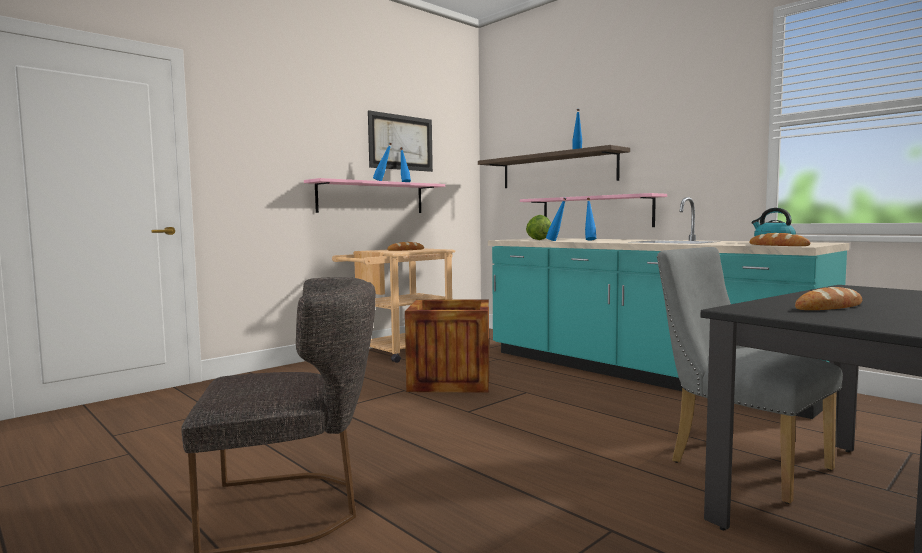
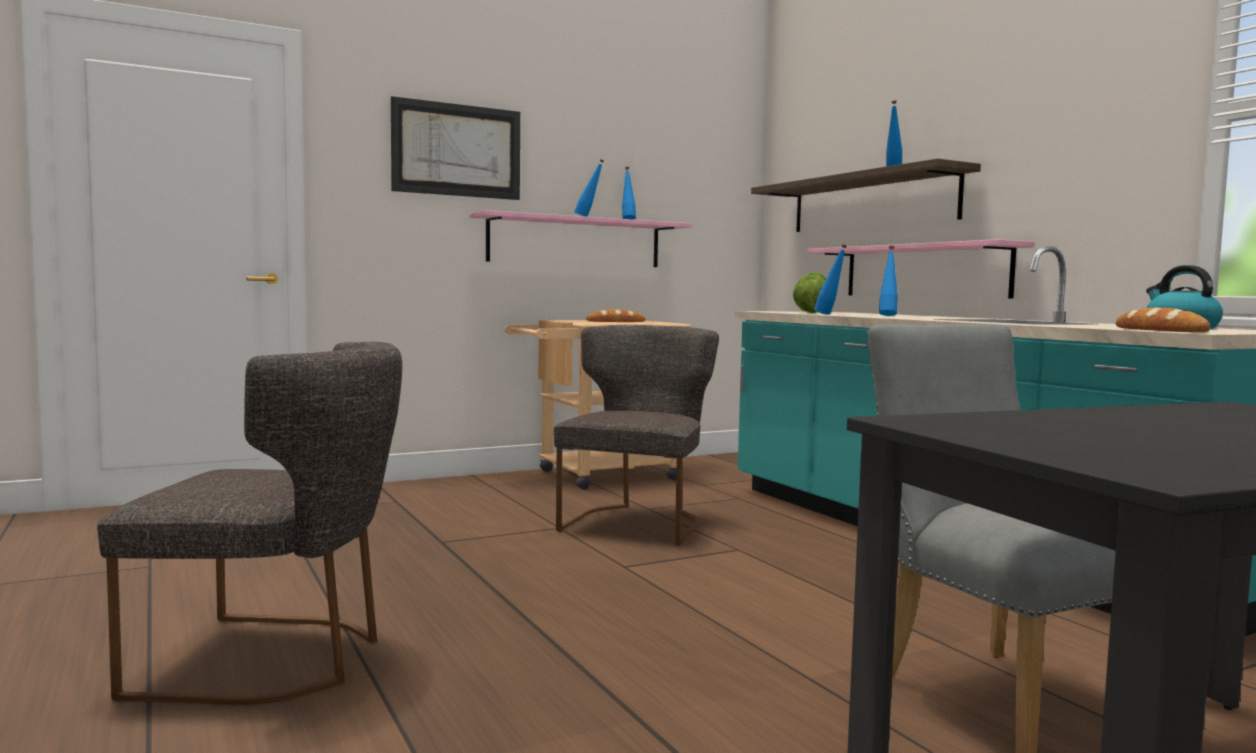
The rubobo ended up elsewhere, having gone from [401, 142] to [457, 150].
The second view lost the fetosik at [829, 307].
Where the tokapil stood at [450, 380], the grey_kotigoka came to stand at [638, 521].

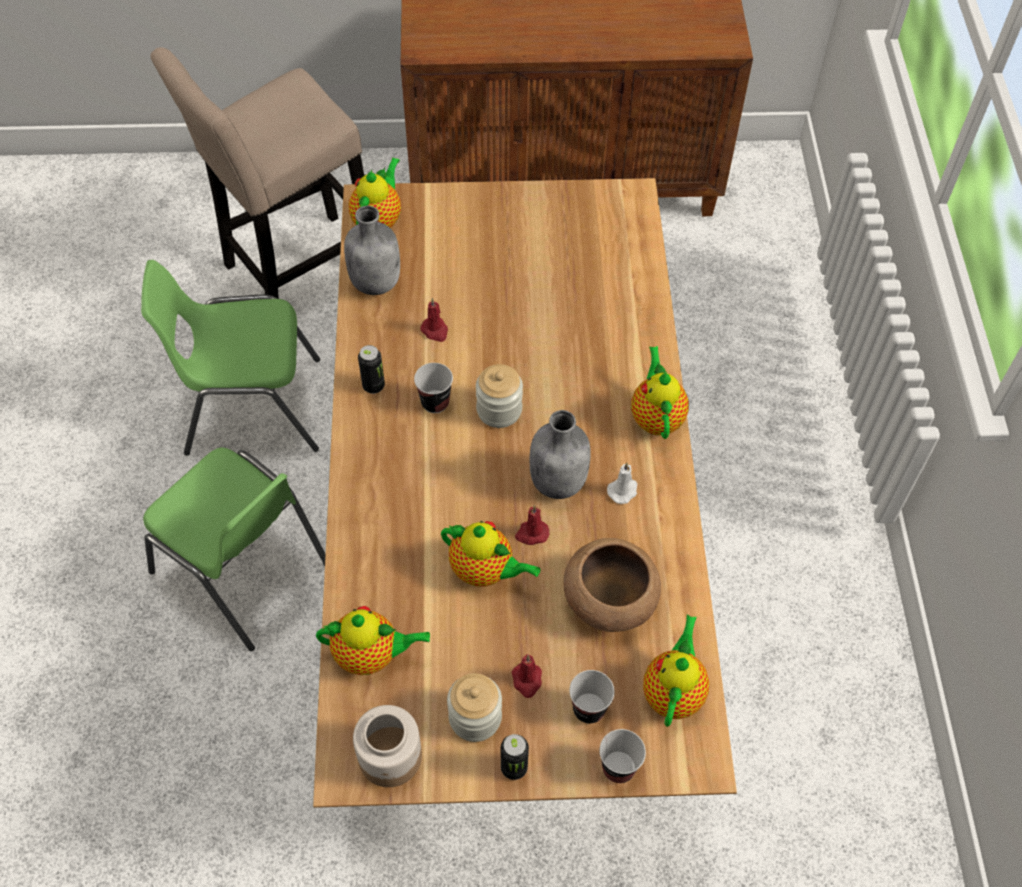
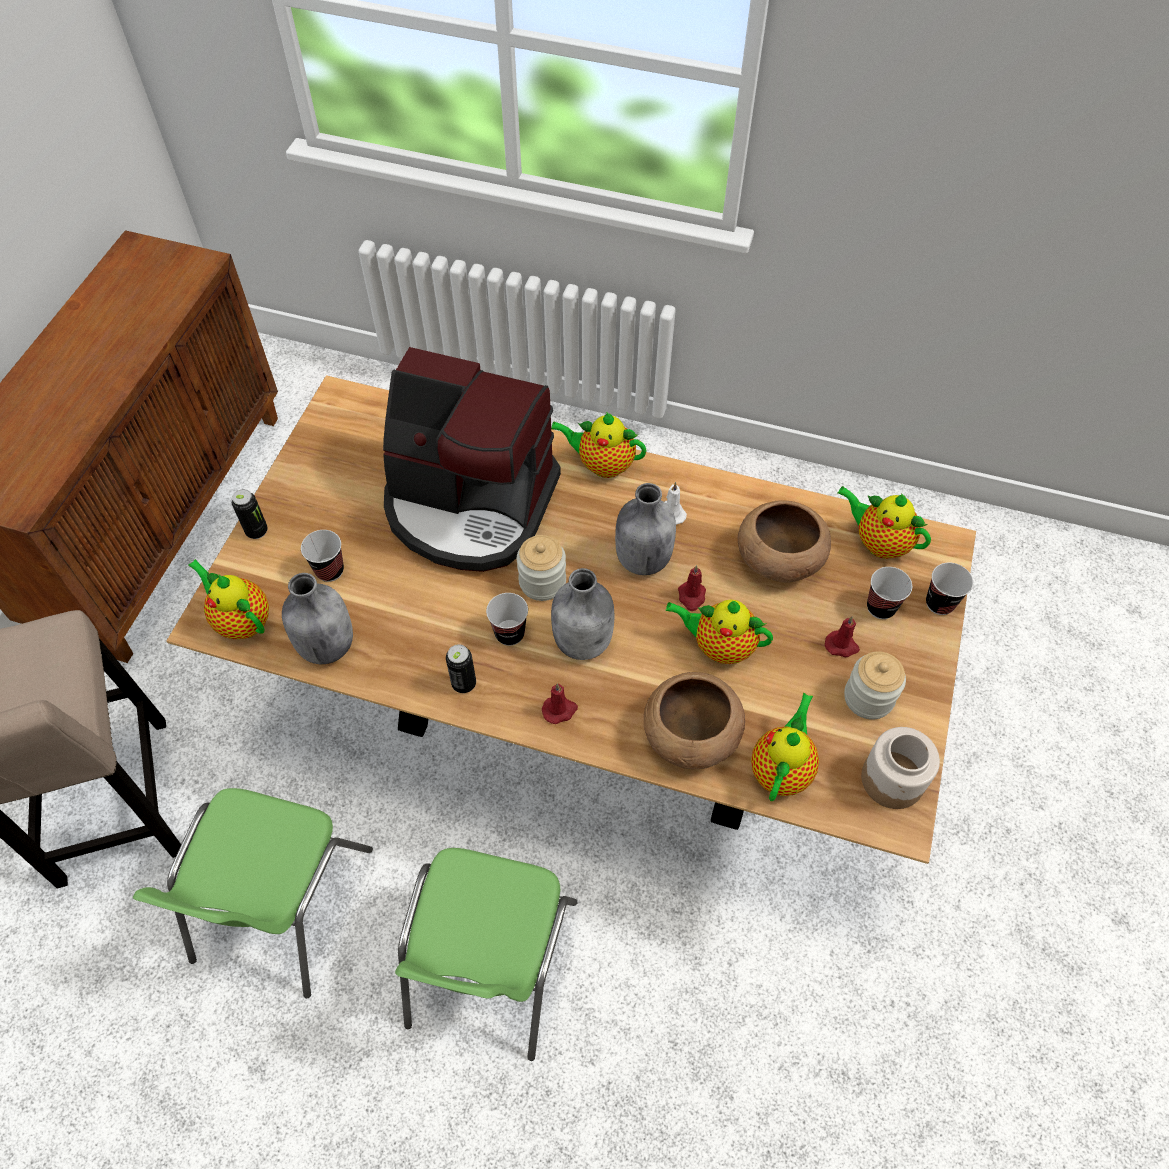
The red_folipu ended up elsewhere, having gone from [435, 331] to [560, 710].
The green_kotigoka at [244, 572] ended up facing another way, 135 degrees clockwise from before.
The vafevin at [485, 571] ended up facing another way, 120 degrees counterclockwise from before.
The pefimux ended up elsewhere, having gone from [514, 768] to [257, 531].
The second view gained the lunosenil at [470, 505].
The second view gained the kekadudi at [329, 570].
The second view gained the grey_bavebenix at [584, 641].
The second view gained the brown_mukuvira at [689, 735].

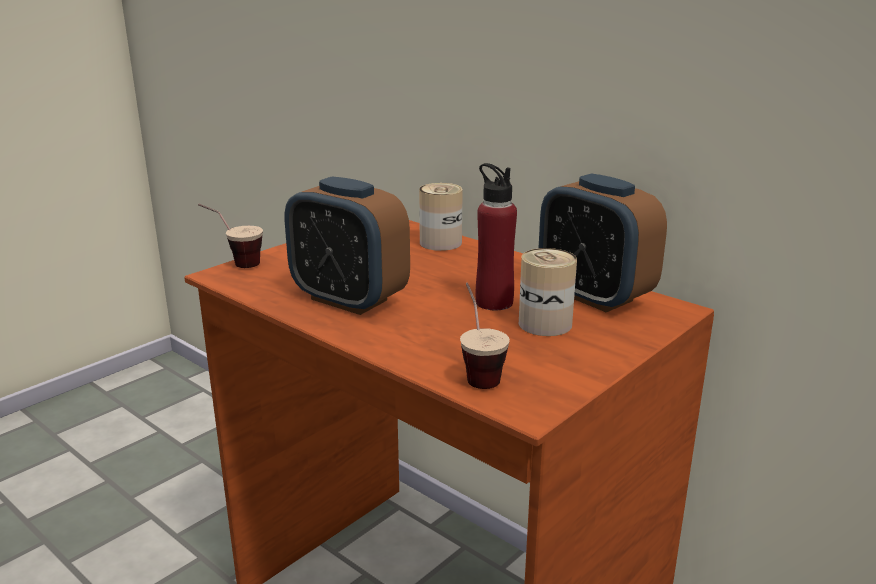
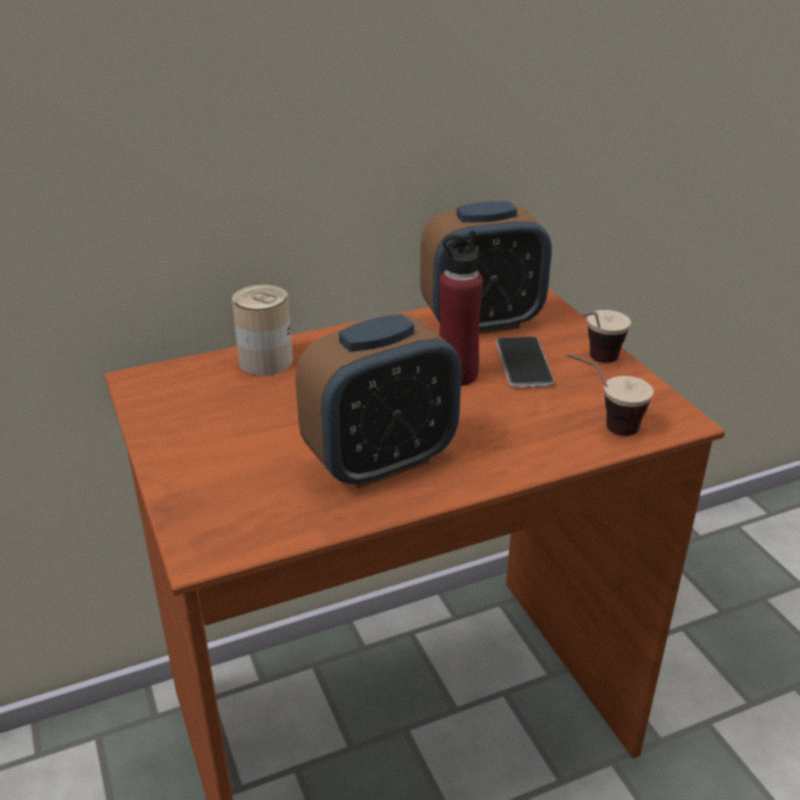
The kekadudi ended up elsewhere, having gone from [234, 263] to [595, 363].
Where the pefimux stood at [545, 324], the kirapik came to stand at [524, 363].

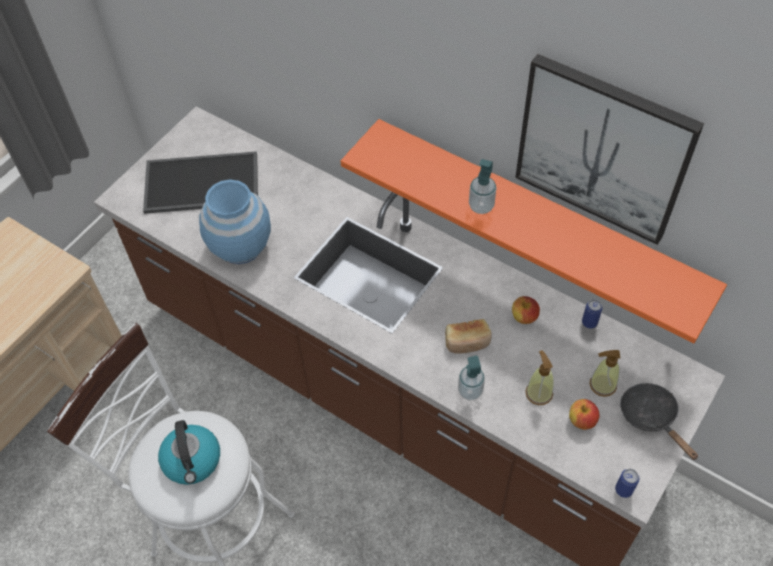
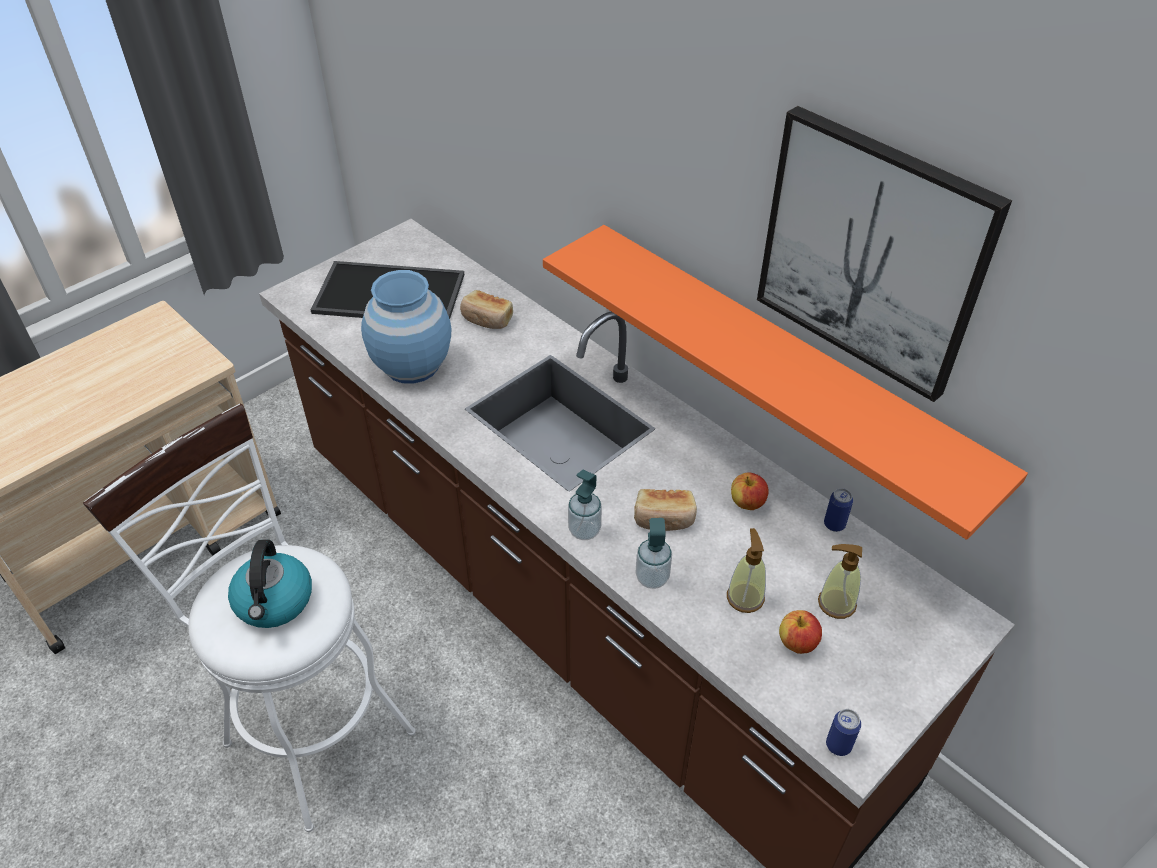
The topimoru ended up elsewhere, having gone from [481, 206] to [584, 530].
The second view lost the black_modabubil at [651, 417].
The second view gained the fetosik at [487, 319].

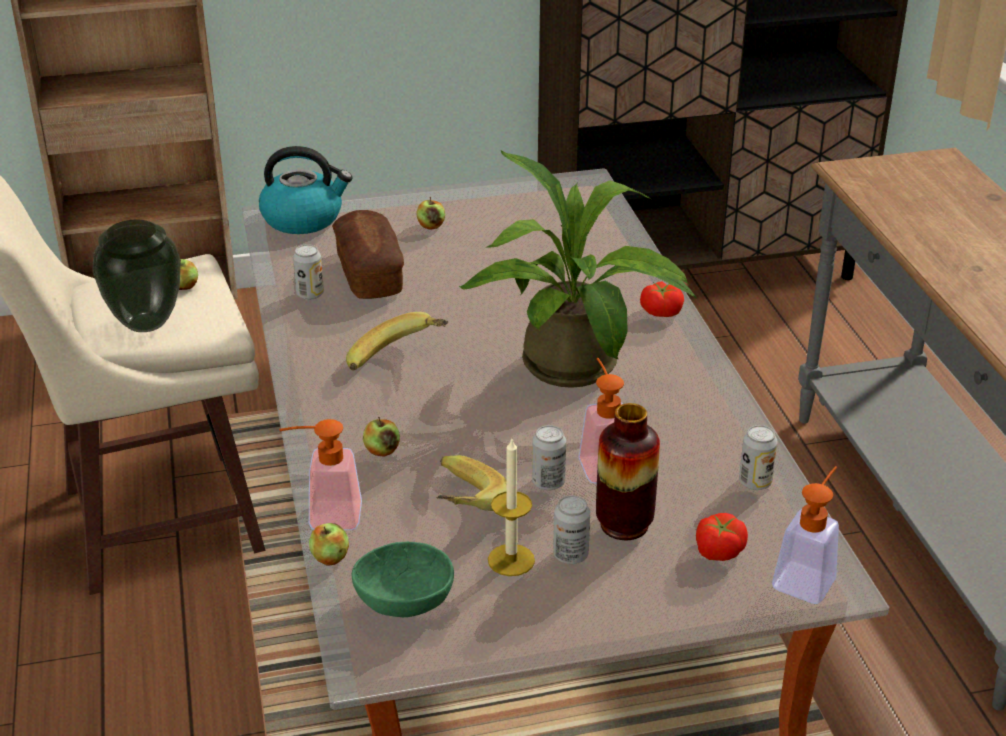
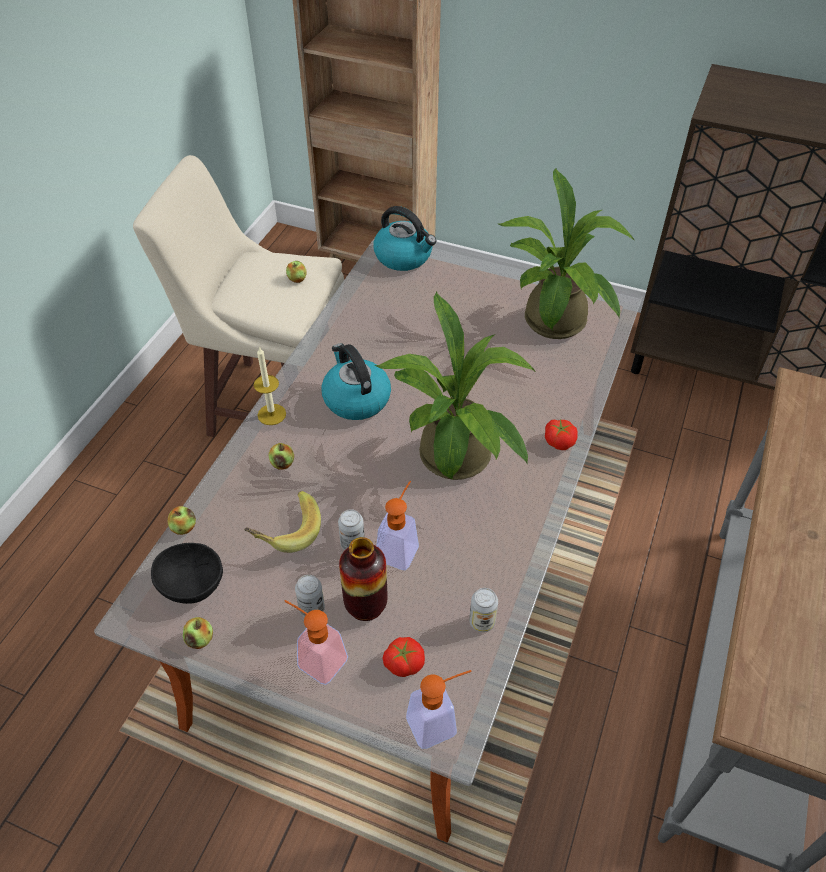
The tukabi ended up elsewhere, having gone from [431, 226] to [200, 639].
The second view lost the fetosik at [369, 273].
The second view lost the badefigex at [146, 324].
The second view lost the pefimux at [310, 294].
Where the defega stood at [399, 361], the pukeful came to stand at [355, 399].
The topimoru ended up elsewhere, having gone from [324, 516] to [316, 658].
The folipu ended up elsewhere, having gone from [511, 560] to [271, 414].
What was the green_mukuvira at [403, 600] turned into the black_mukuvira at [192, 583].
The second view gained the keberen at [554, 327].

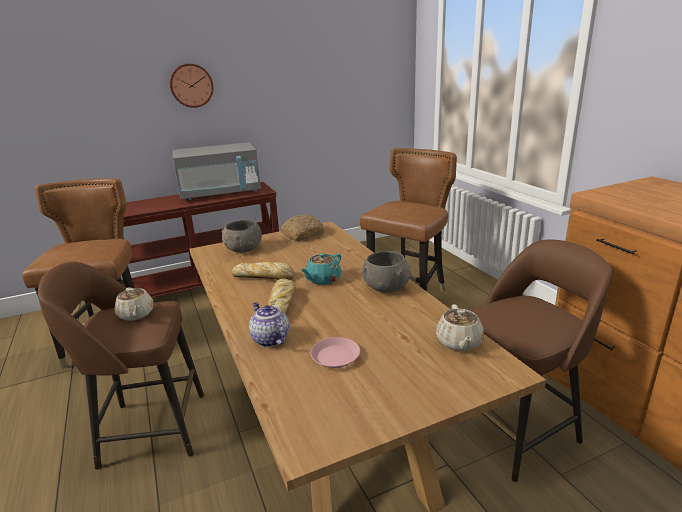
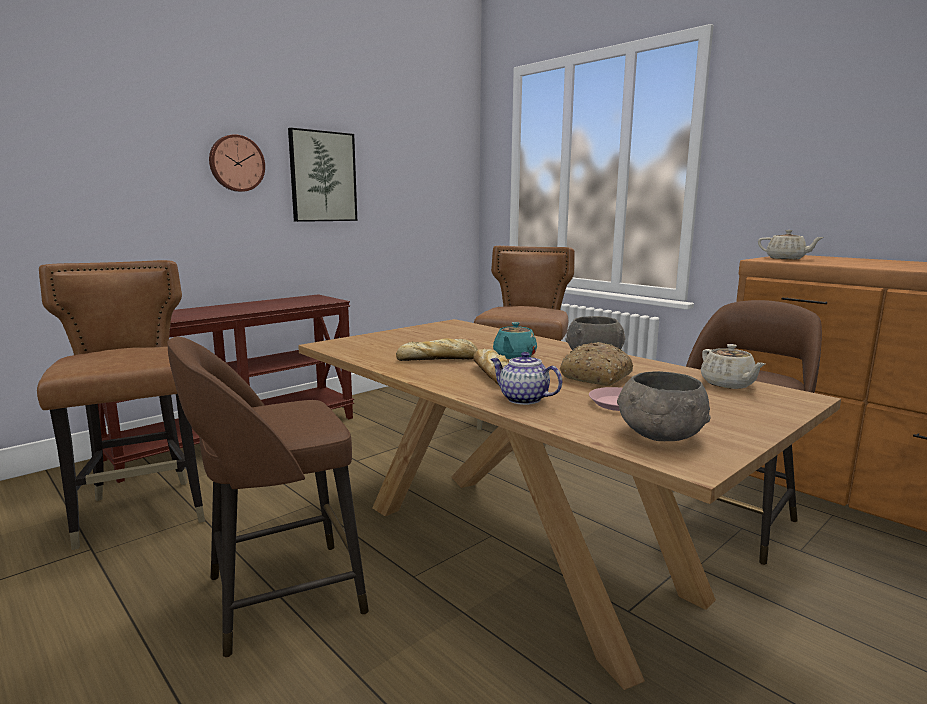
The second view lost the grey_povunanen at [220, 193].
The fetosik ended up elsewhere, having gone from [303, 234] to [596, 376].
The grey_mukuvira ended up elsewhere, having gone from [243, 249] to [660, 435].
The beige_vafevin ended up elsewhere, having gone from [136, 314] to [786, 259].
The second view gained the rubobo at [323, 177].

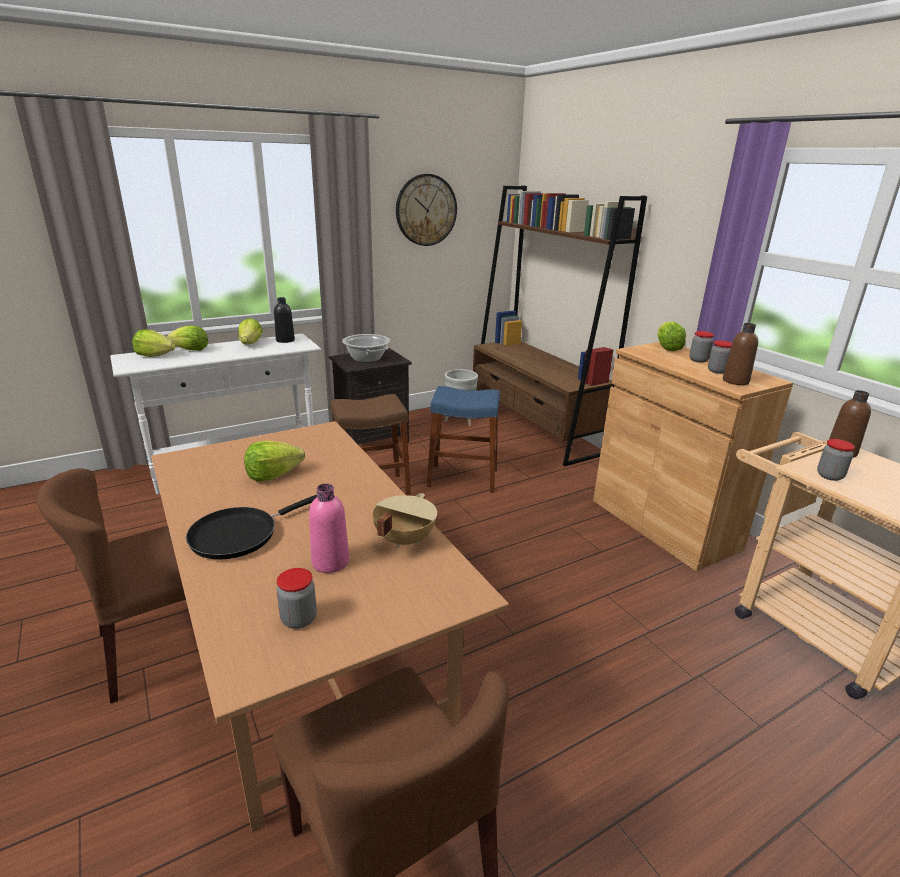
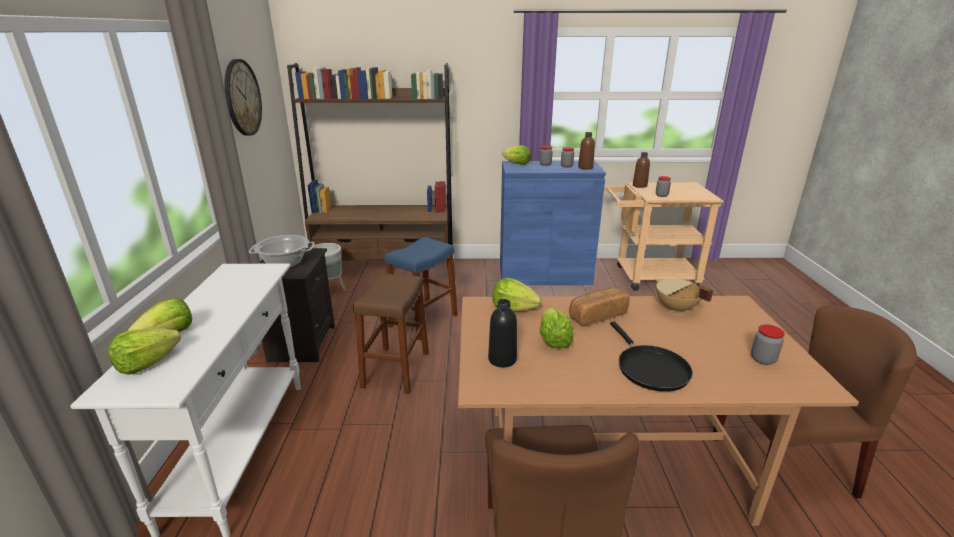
The black_bavebenix ended up elsewhere, having gone from [285, 340] to [502, 359].
The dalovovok ended up elsewhere, having gone from [250, 344] to [514, 308].
What was the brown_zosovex at [664, 524] turned into the blue_zosovex at [544, 275].
The second view lost the pink_bavebenix at [330, 562].
The second view gained the fetosik at [597, 315].

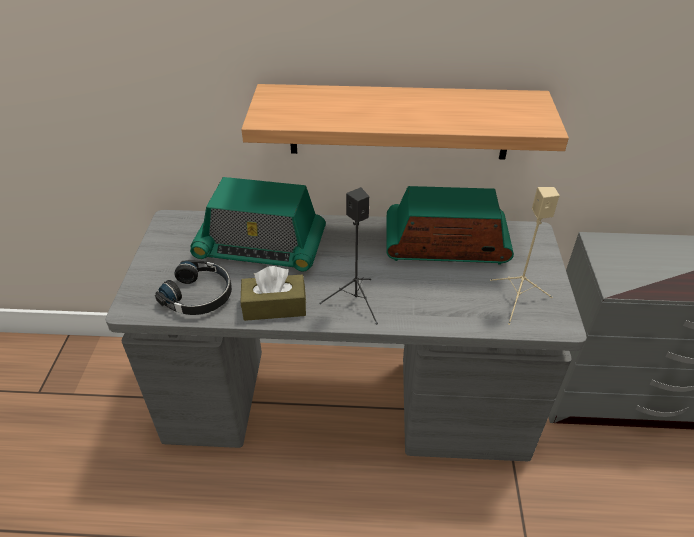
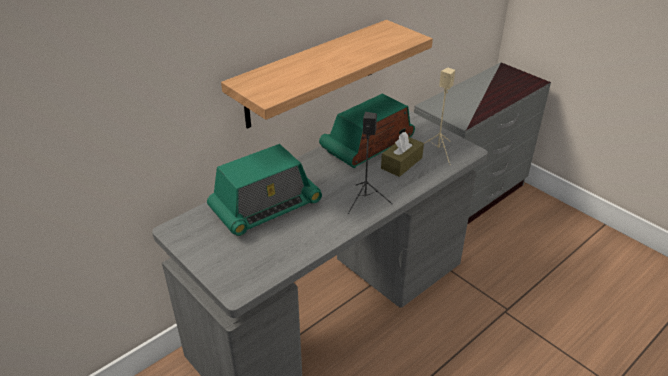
The second view lost the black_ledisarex at [199, 295].
The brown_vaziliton ended up elsewhere, having gone from [274, 306] to [401, 163].

